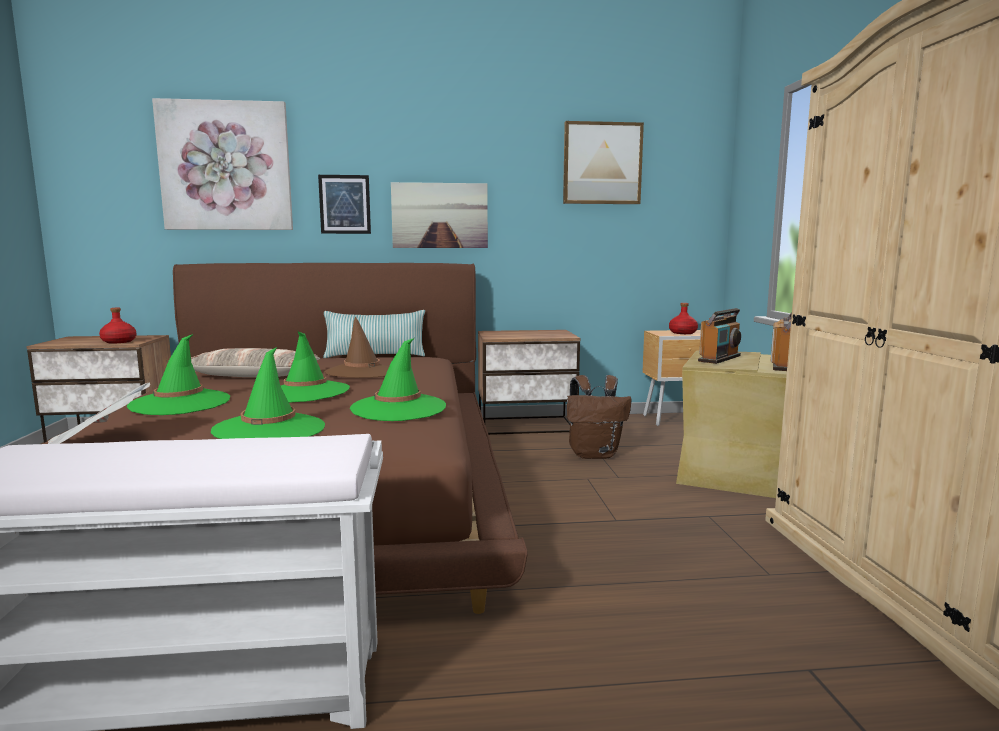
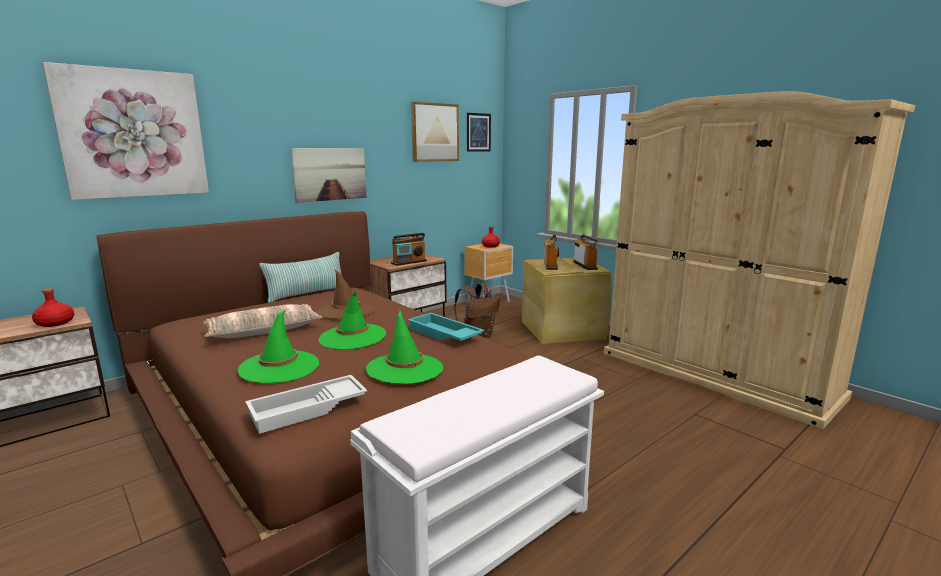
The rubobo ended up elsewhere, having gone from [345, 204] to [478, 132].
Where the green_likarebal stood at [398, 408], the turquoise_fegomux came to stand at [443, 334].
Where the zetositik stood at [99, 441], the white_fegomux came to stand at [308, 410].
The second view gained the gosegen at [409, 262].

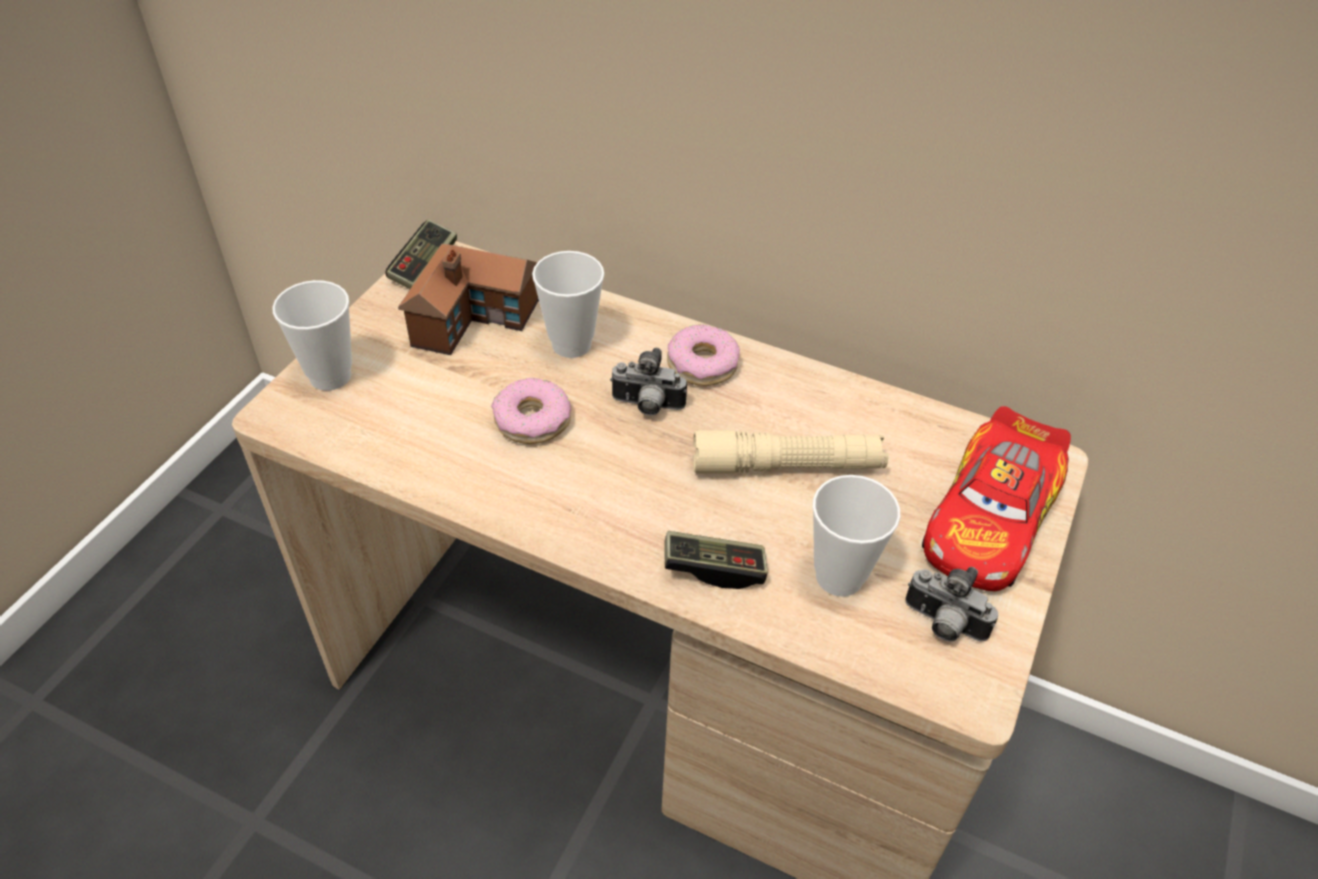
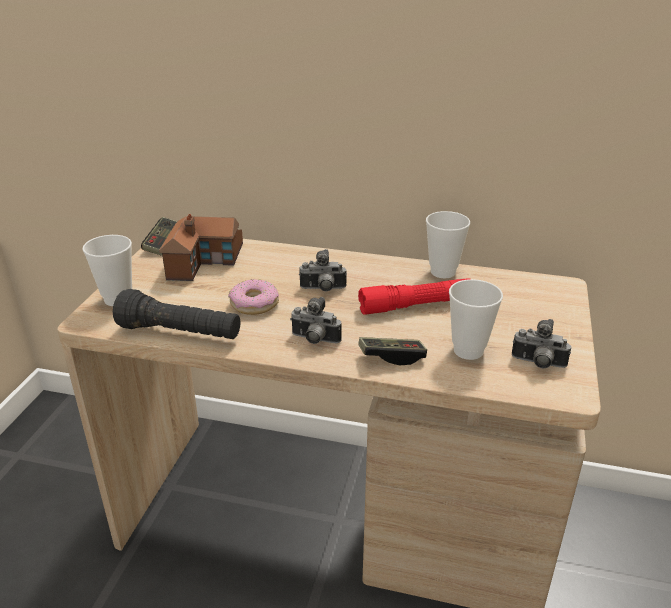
The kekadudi ended up elsewhere, having gone from [571, 344] to [443, 272].
The second view lost the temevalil at [702, 364].
The second view lost the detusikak at [990, 520].
What was the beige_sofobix at [787, 466] turned into the red_sofobix at [417, 305].
The second view gained the black_sofobix at [180, 333].
The second view gained the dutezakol at [314, 340].

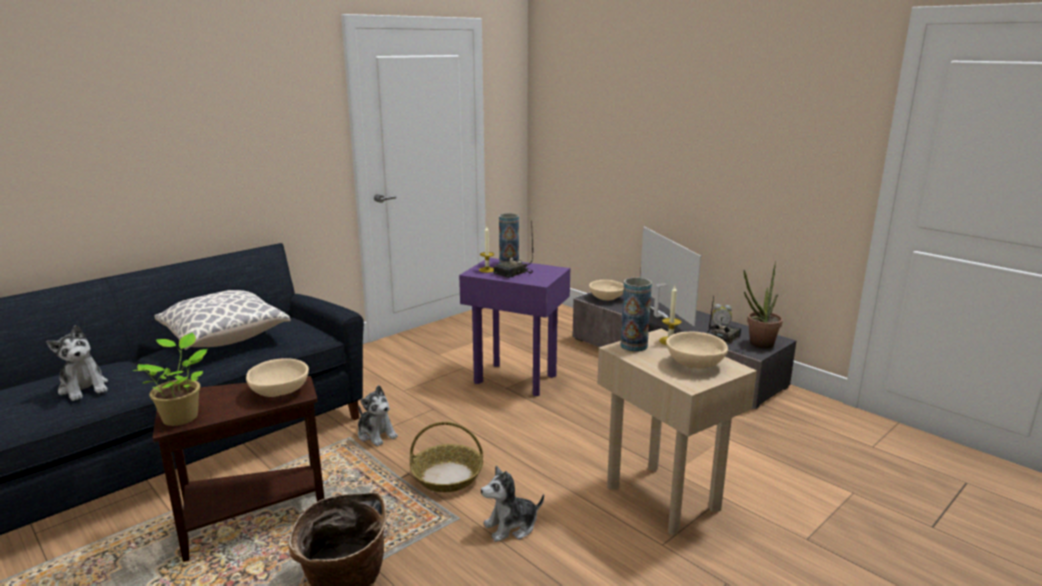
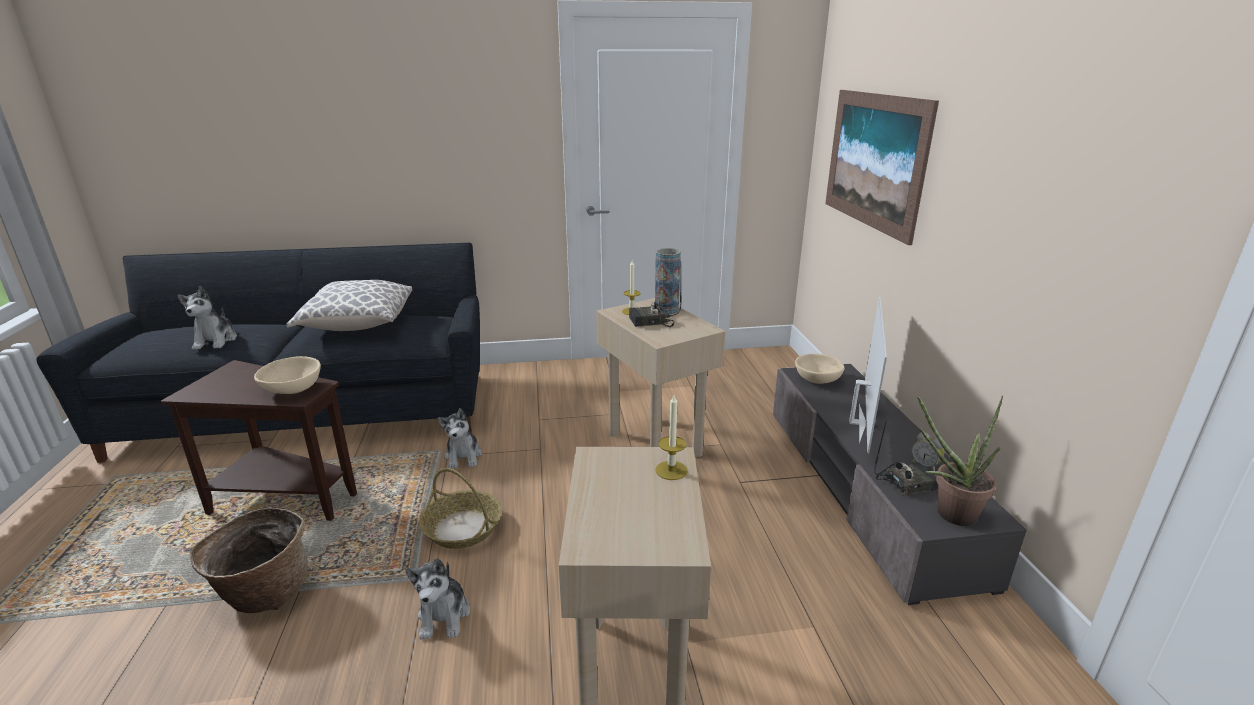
What was the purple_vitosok at [515, 378] turned into the beige_vitosok at [655, 444].
The second view lost the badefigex at [633, 346].
The second view lost the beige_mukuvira at [695, 364].
The second view lost the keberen at [182, 416].
The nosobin at [511, 526] ended up facing another way, 105 degrees counterclockwise from before.
The second view gained the rubobo at [874, 160].

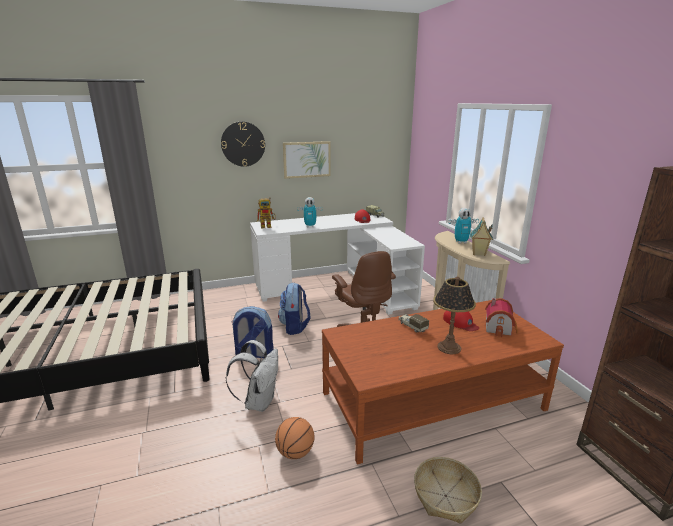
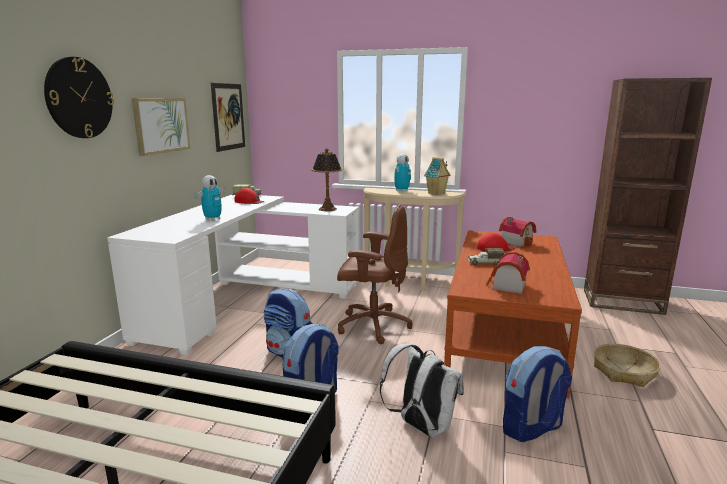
The second view lost the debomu at [268, 226].
The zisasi ended up elsewhere, having gone from [449, 348] to [327, 209].
Where the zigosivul stood at [295, 452], the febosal came to stand at [531, 429].
The second view gained the rubobo at [228, 117].
The second view gained the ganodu at [506, 286].

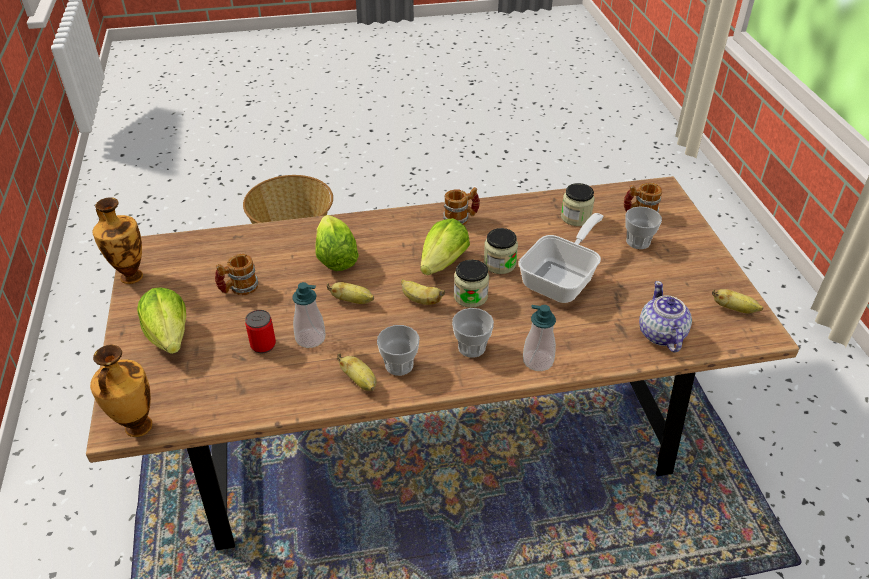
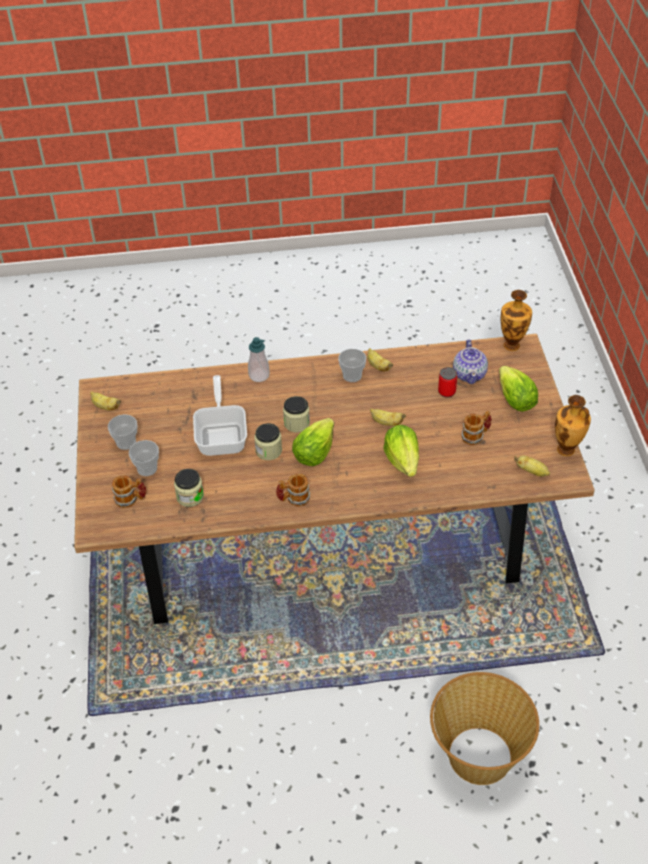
The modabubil at [562, 279] ended up facing another way, 135 degrees clockwise from before.
The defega ended up elsewhere, having gone from [420, 300] to [532, 472].
The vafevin ended up elsewhere, having gone from [661, 335] to [469, 374].
The second view lost the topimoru at [310, 338].
The kekadudi ended up elsewhere, having gone from [471, 347] to [126, 442].

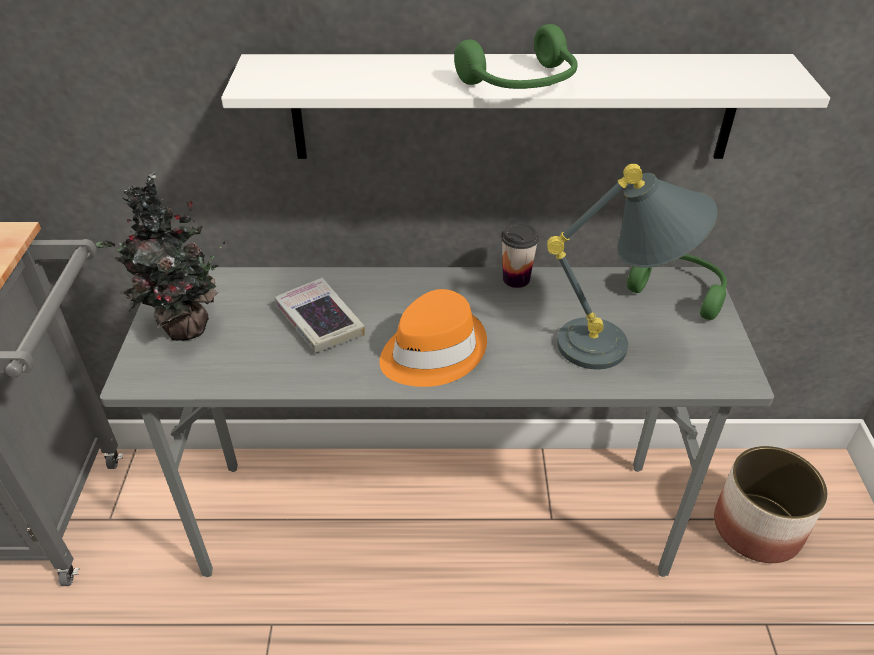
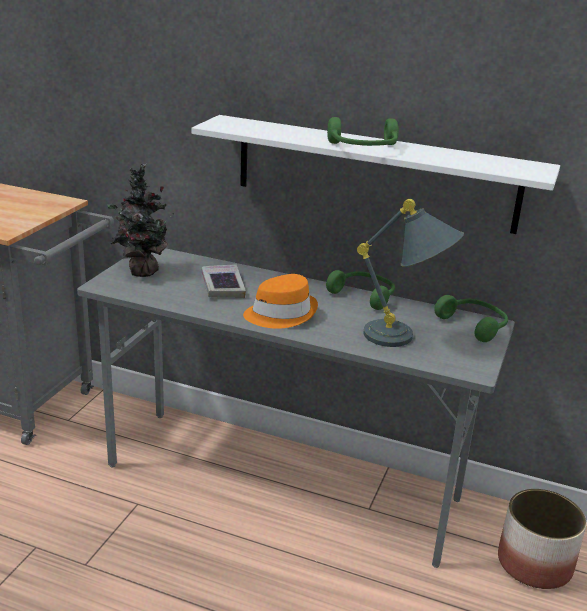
Where the kekadudi stood at [516, 279], the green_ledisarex came to stand at [364, 295].

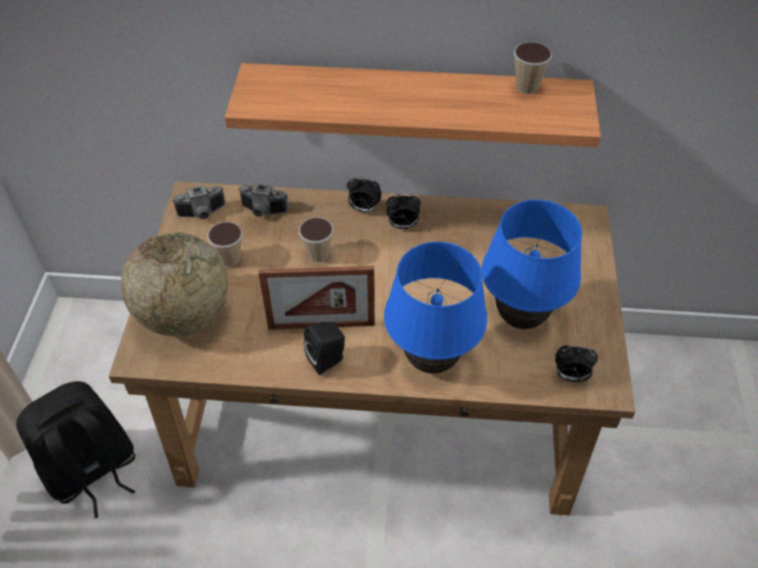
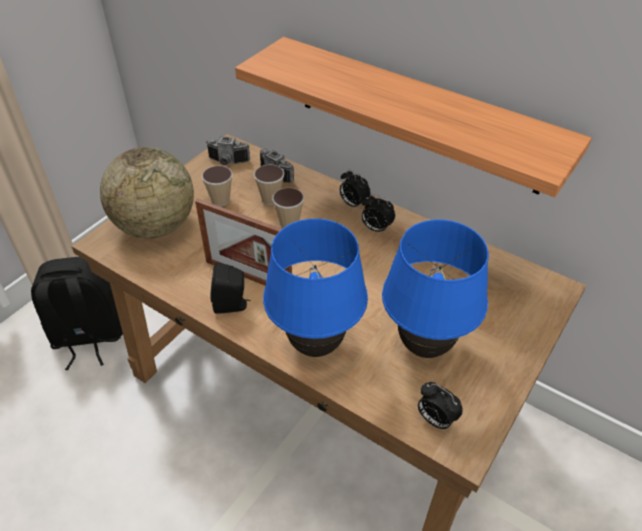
The kekadudi ended up elsewhere, having gone from [527, 87] to [270, 199].

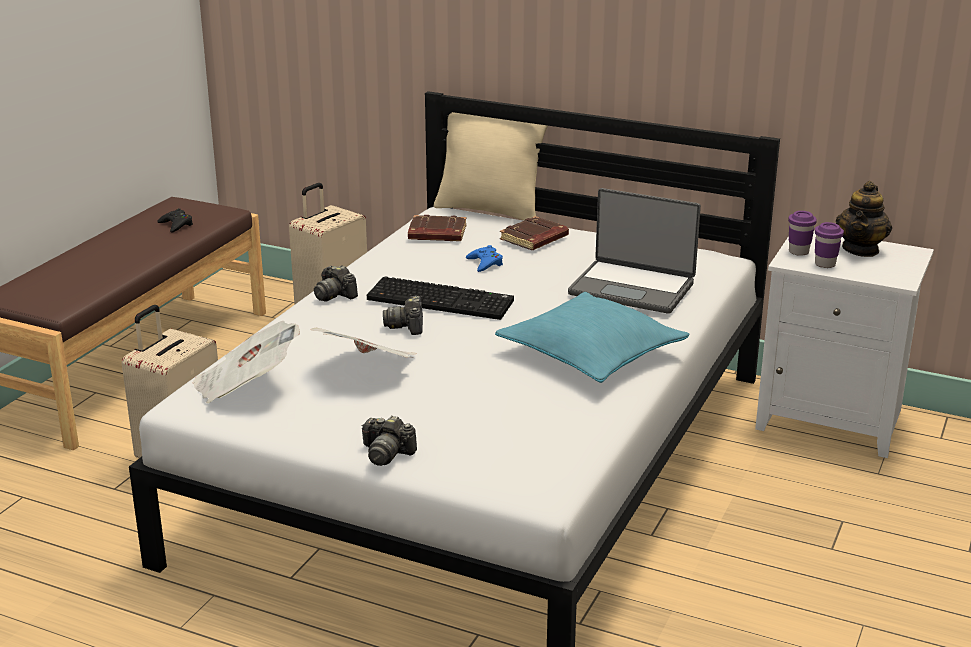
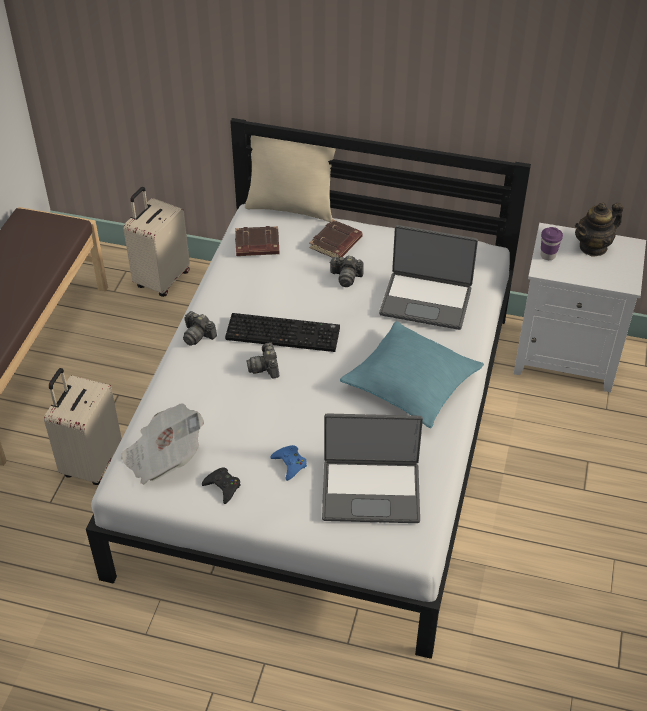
The vafevin at [861, 249] ended up facing another way, 45 degrees clockwise from before.
The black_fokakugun ended up elsewhere, having gone from [176, 225] to [223, 487].
The second view lost the purple_kekadudi at [825, 264].
The blue_fokakugun ended up elsewhere, having gone from [485, 263] to [290, 464].
The second view lost the zetositik at [369, 368].
The dutezakol ended up elsewhere, having gone from [386, 453] to [346, 277].
The second view gained the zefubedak at [371, 490].

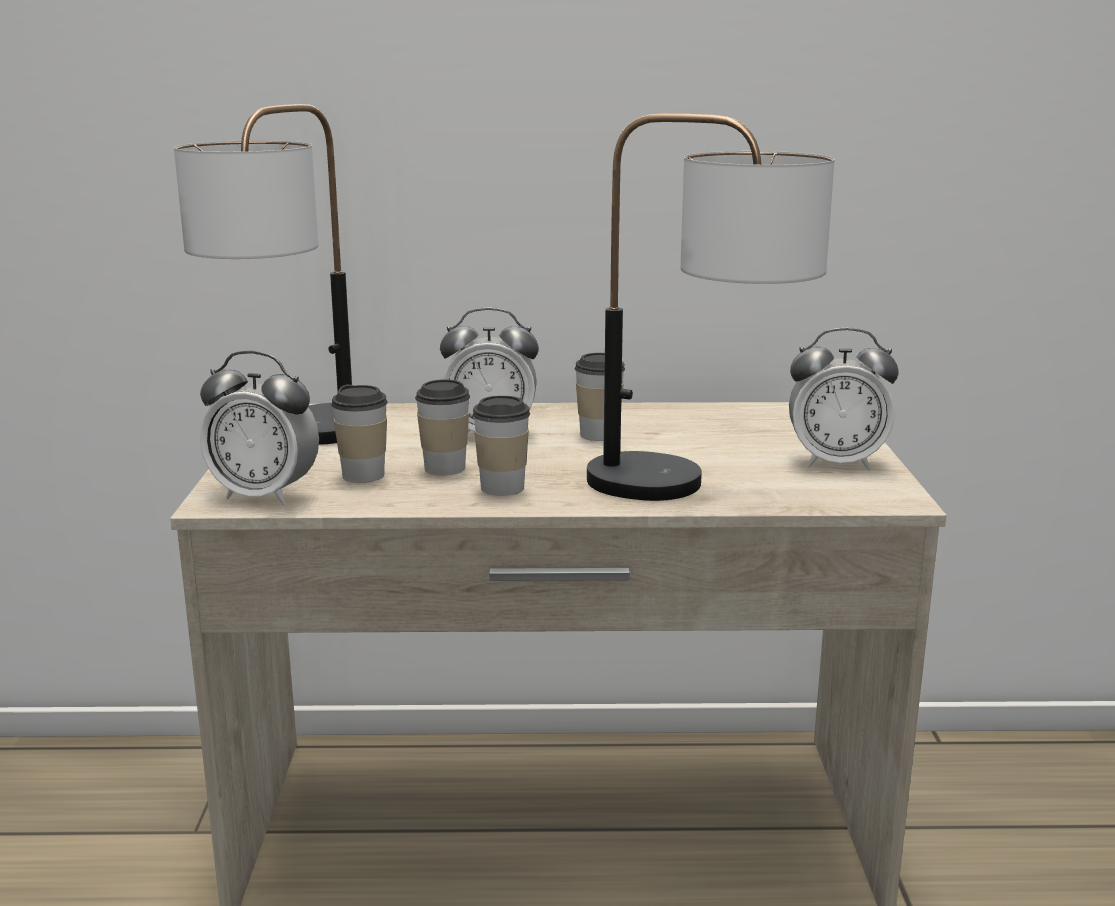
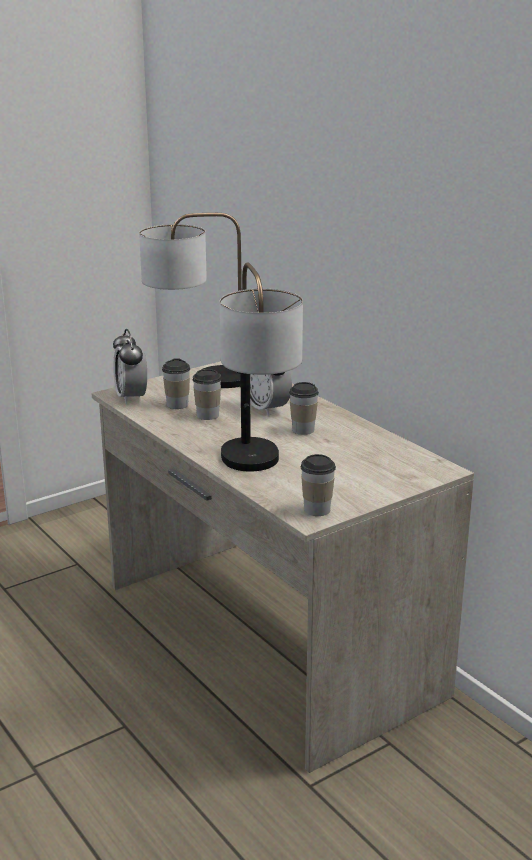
The second view lost the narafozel at [836, 463].
The kekadudi ended up elsewhere, having gone from [502, 488] to [317, 510].

